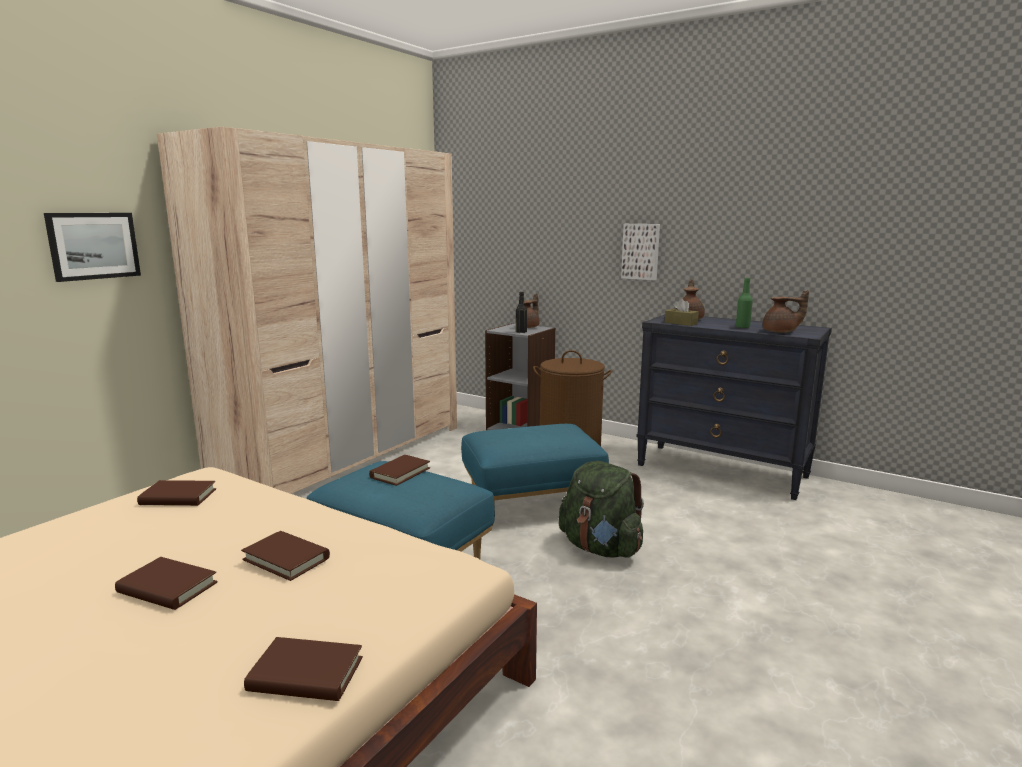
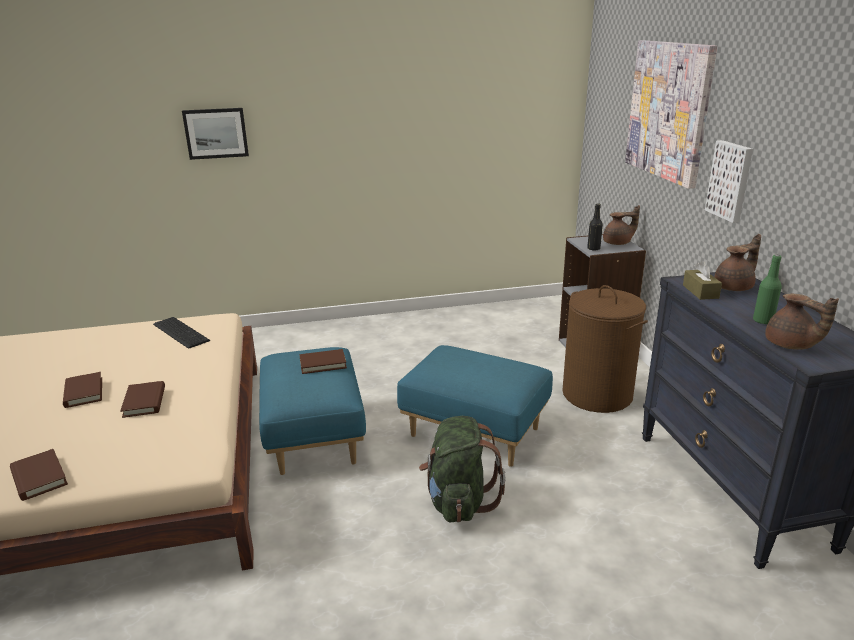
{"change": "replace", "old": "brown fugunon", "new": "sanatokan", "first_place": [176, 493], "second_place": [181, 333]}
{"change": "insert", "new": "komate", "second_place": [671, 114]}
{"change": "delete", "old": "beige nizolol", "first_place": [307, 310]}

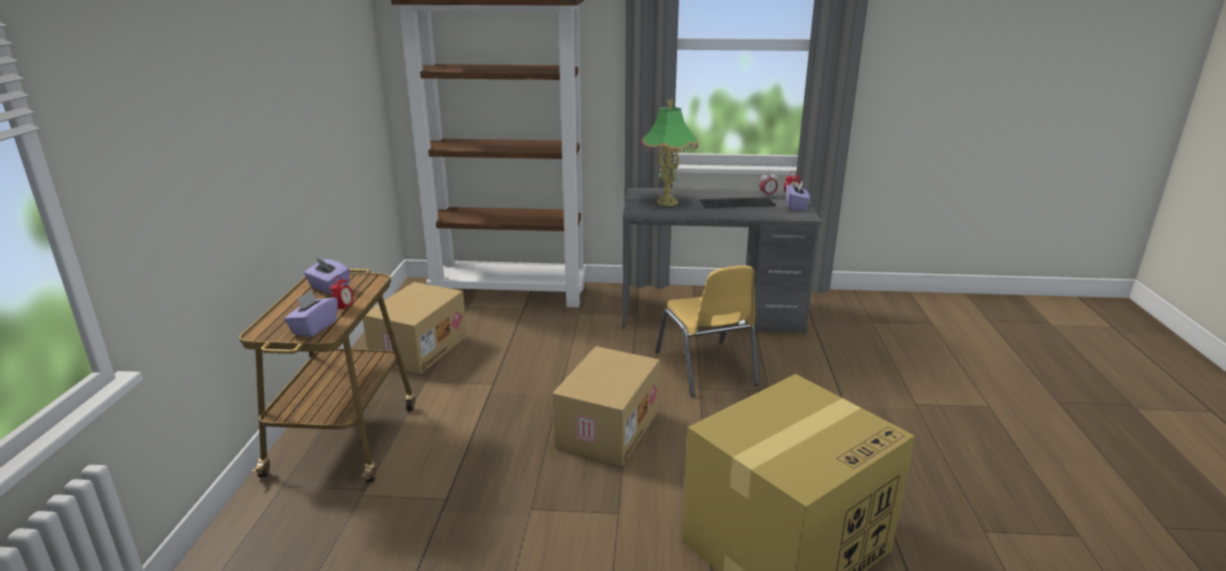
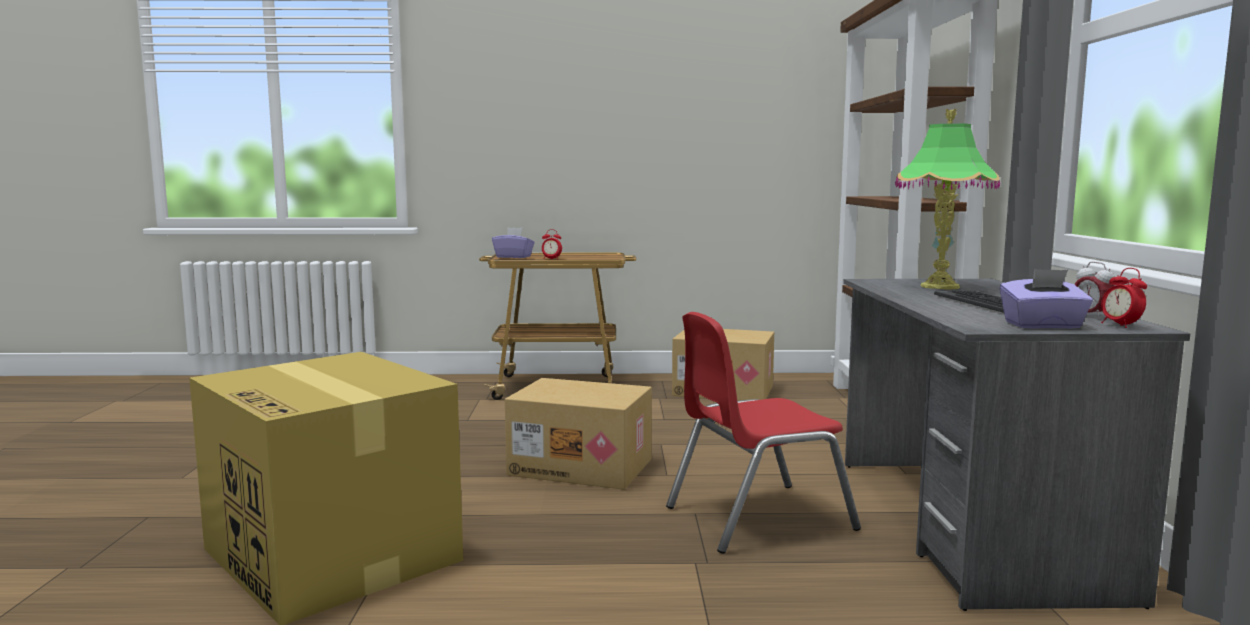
{"change": "recolor", "old": "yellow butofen", "new": "red butofen", "first_place": [707, 331], "second_place": [763, 433]}
{"change": "delete", "old": "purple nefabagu", "first_place": [327, 276]}

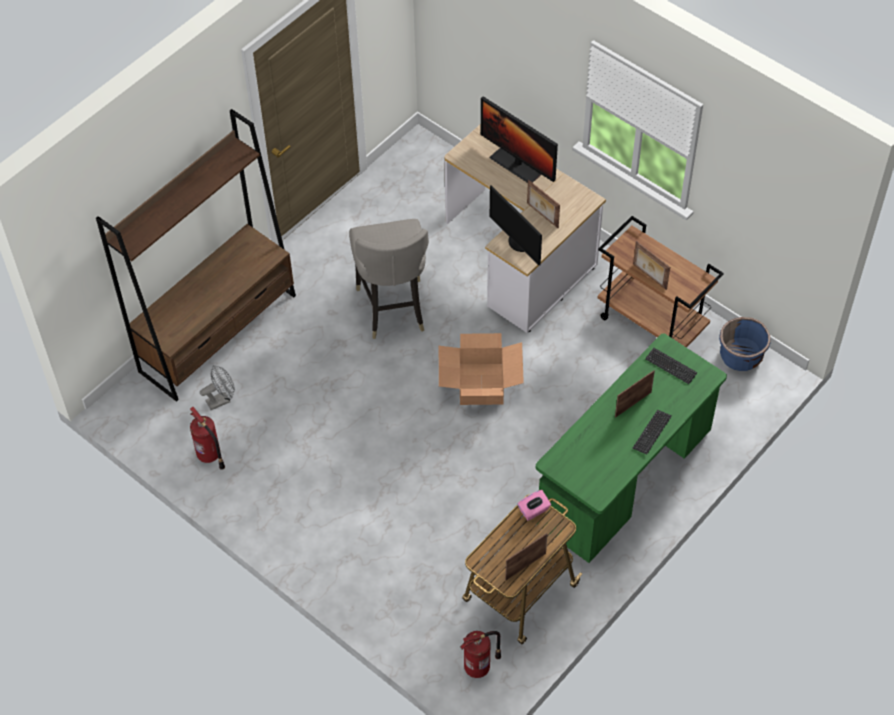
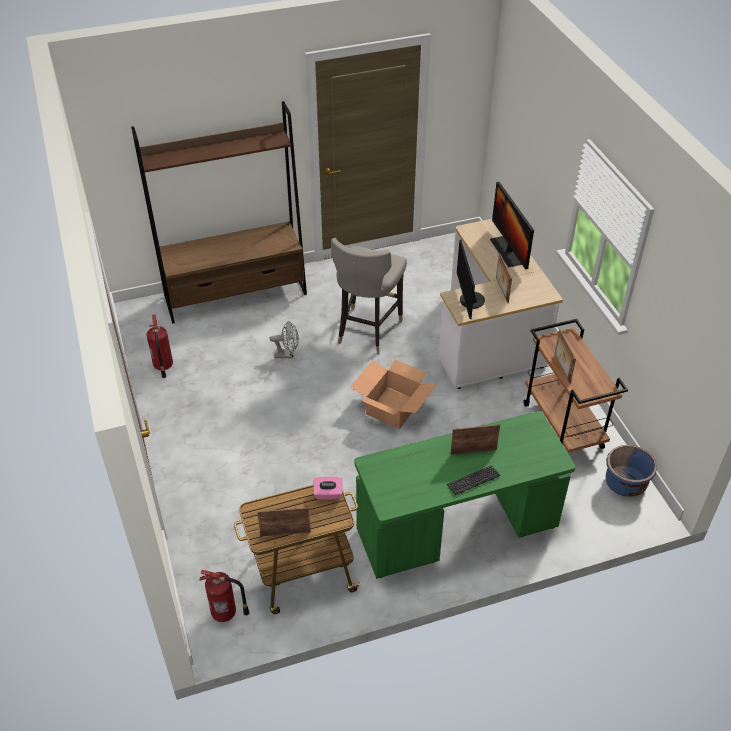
{"change": "move", "old": "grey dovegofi", "first_place": [217, 387], "second_place": [284, 340]}
{"change": "delete", "old": "sanatokan", "first_place": [671, 366]}

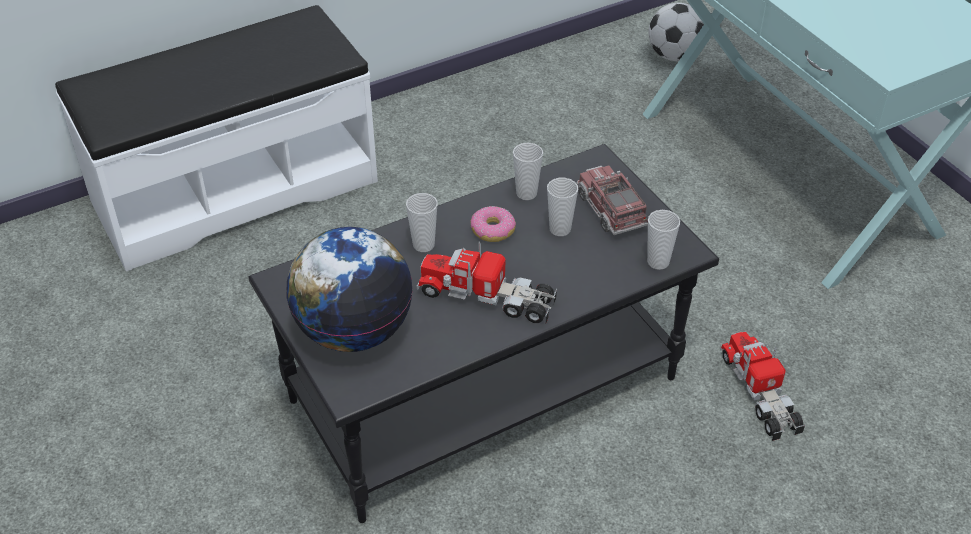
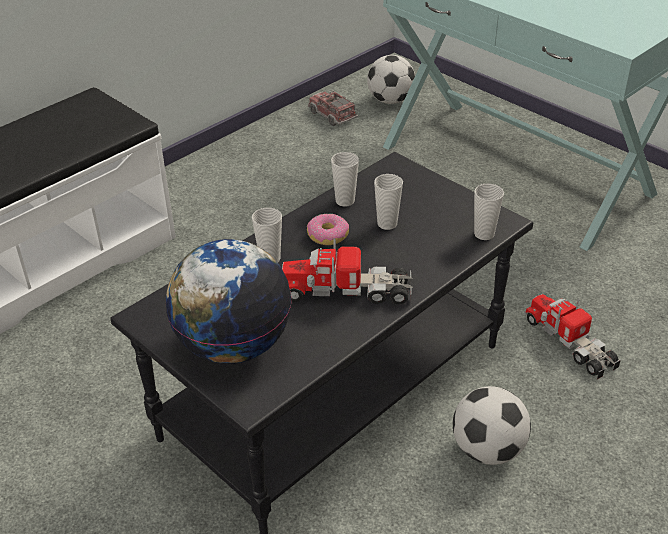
{"change": "move", "old": "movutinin", "first_place": [612, 200], "second_place": [333, 108]}
{"change": "insert", "new": "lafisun", "second_place": [492, 425]}

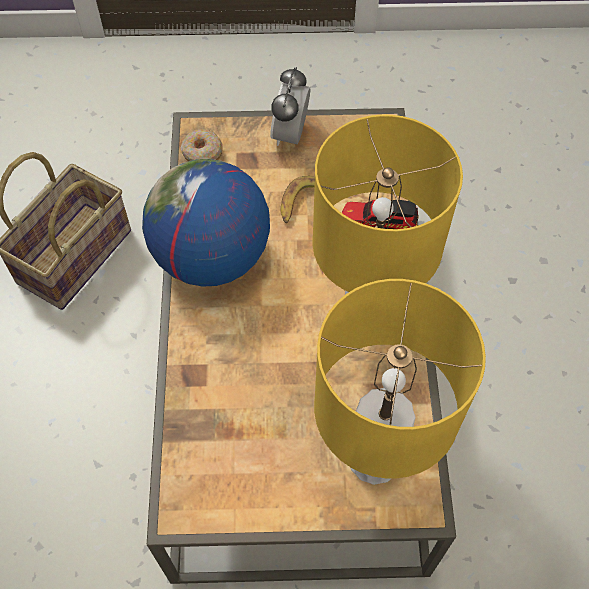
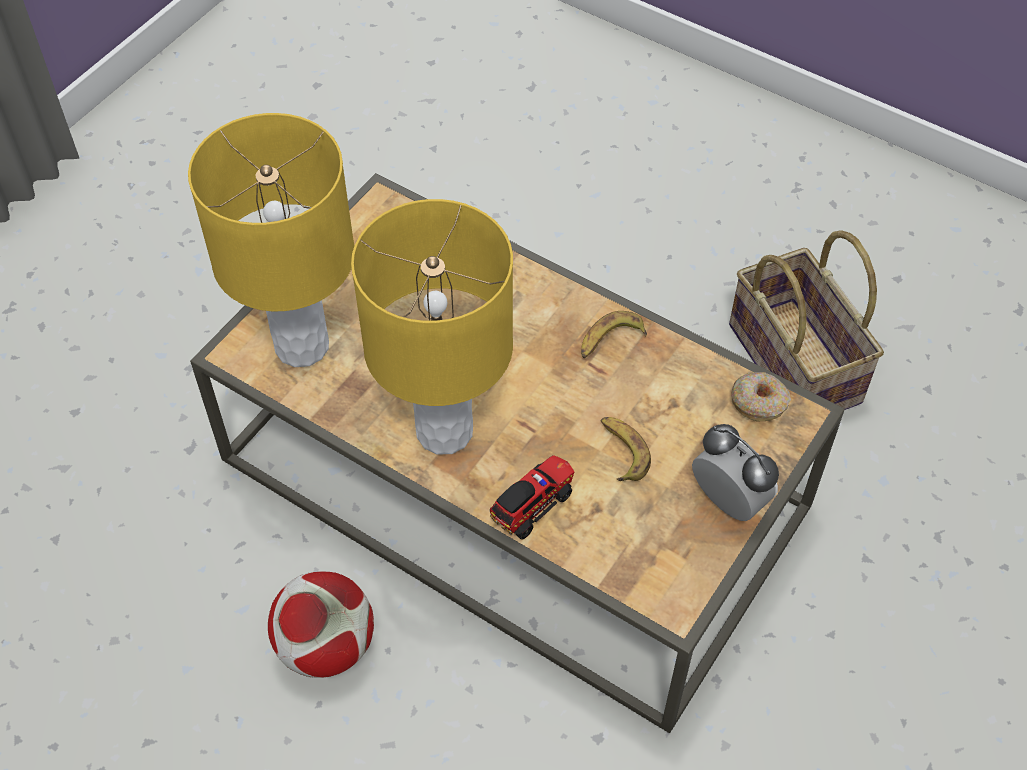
{"change": "insert", "new": "lafisun", "second_place": [321, 624]}
{"change": "replace", "old": "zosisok", "new": "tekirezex", "first_place": [206, 223], "second_place": [614, 334]}

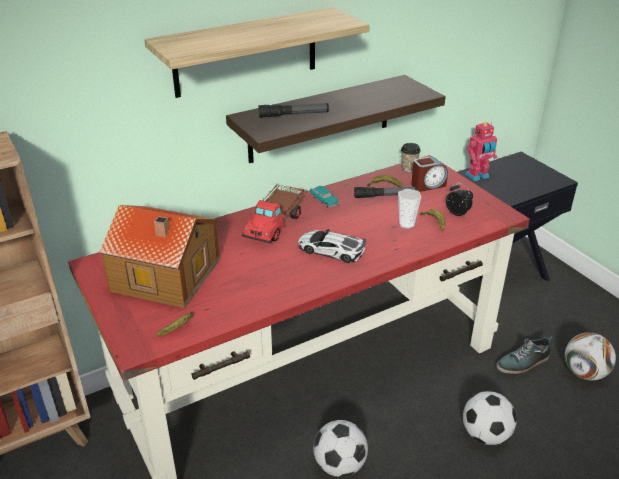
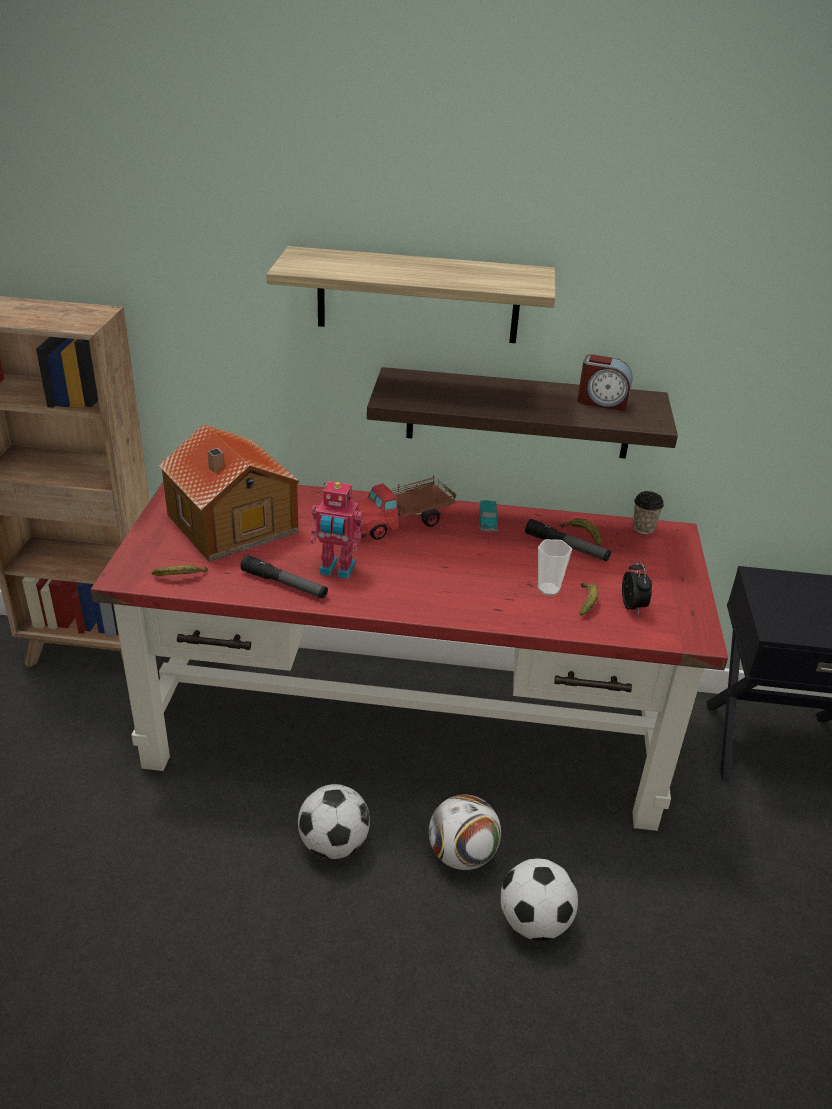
{"change": "move", "old": "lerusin", "first_place": [293, 110], "second_place": [284, 577]}
{"change": "move", "old": "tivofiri", "first_place": [481, 151], "second_place": [337, 530]}
{"change": "move", "old": "lafisun", "first_place": [590, 356], "second_place": [465, 832]}
{"change": "move", "old": "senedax", "first_place": [429, 174], "second_place": [605, 382]}
{"change": "delete", "old": "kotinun", "first_place": [332, 246]}
{"change": "delete", "old": "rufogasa", "first_place": [524, 355]}

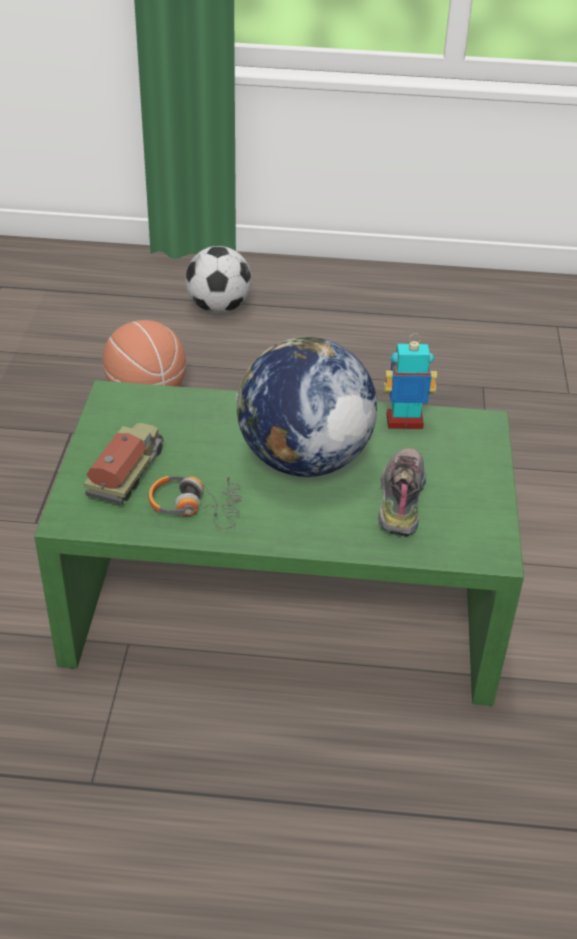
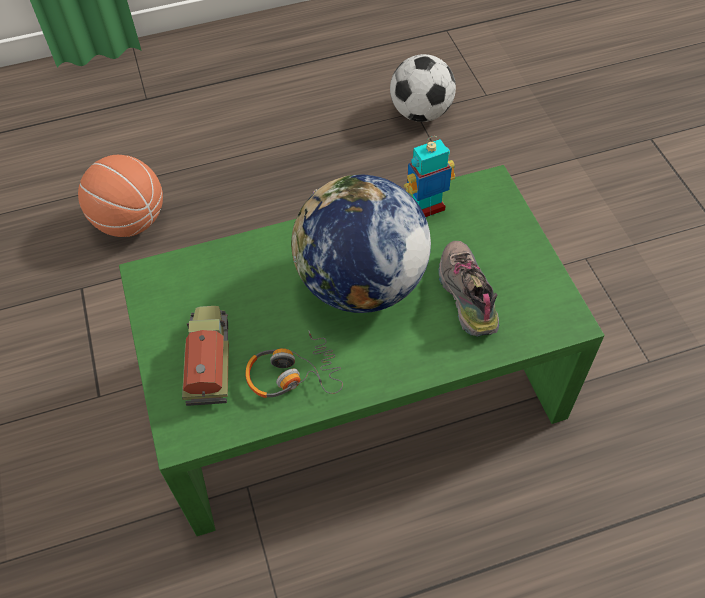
{"change": "move", "old": "lafisun", "first_place": [218, 279], "second_place": [423, 88]}

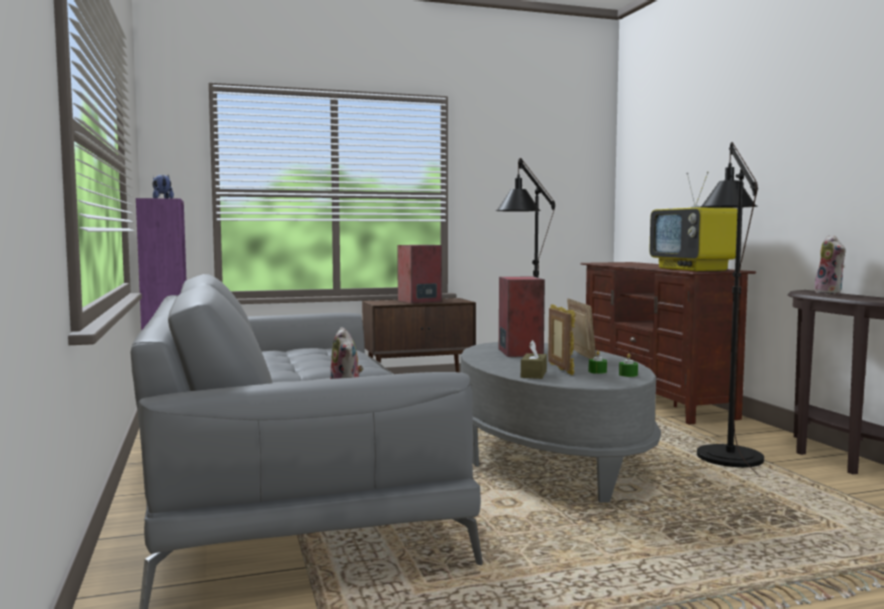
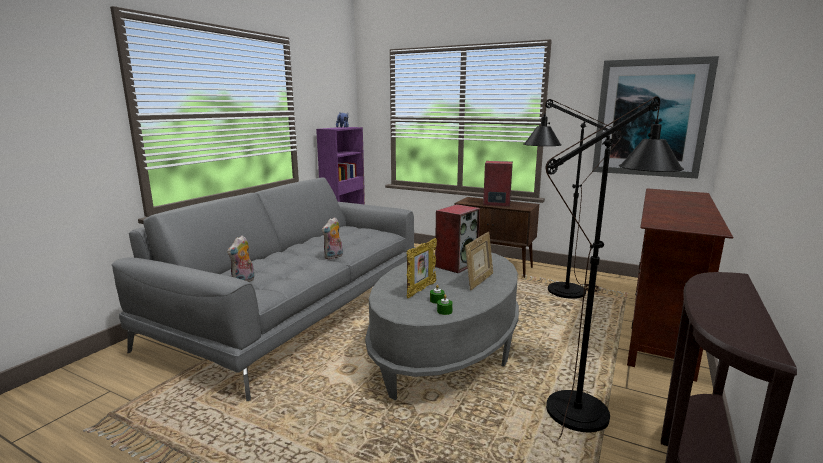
{"change": "move", "old": "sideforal", "first_place": [829, 264], "second_place": [332, 238]}
{"change": "insert", "new": "komate", "second_place": [655, 117]}
{"change": "delete", "old": "brown nefabagu", "first_place": [534, 359]}
{"change": "delete", "old": "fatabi", "first_place": [693, 221]}

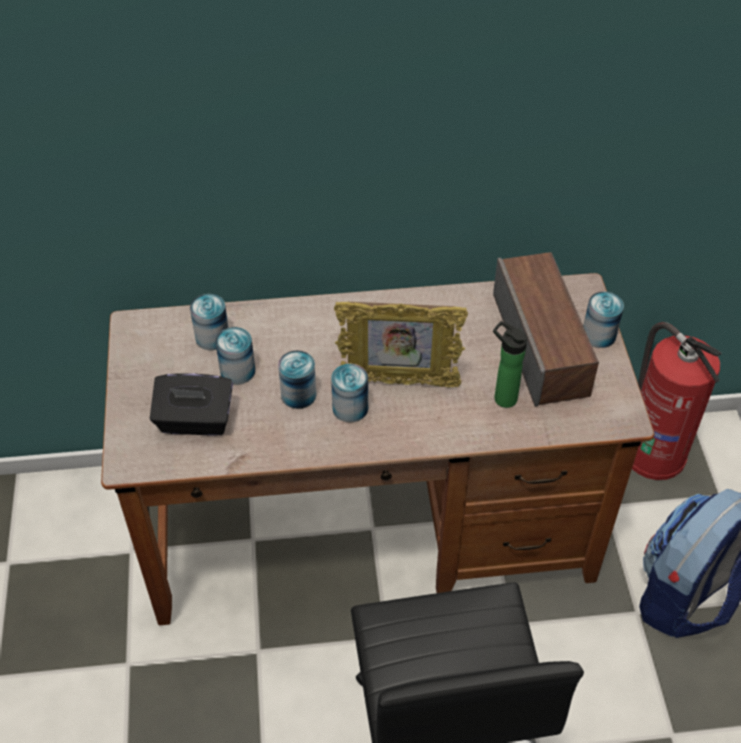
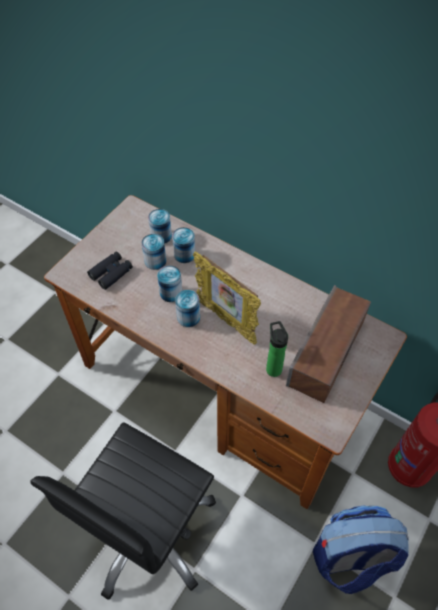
{"change": "replace", "old": "black nefabagu", "new": "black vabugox", "first_place": [191, 404], "second_place": [110, 271]}
{"change": "move", "old": "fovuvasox", "first_place": [603, 320], "second_place": [183, 245]}

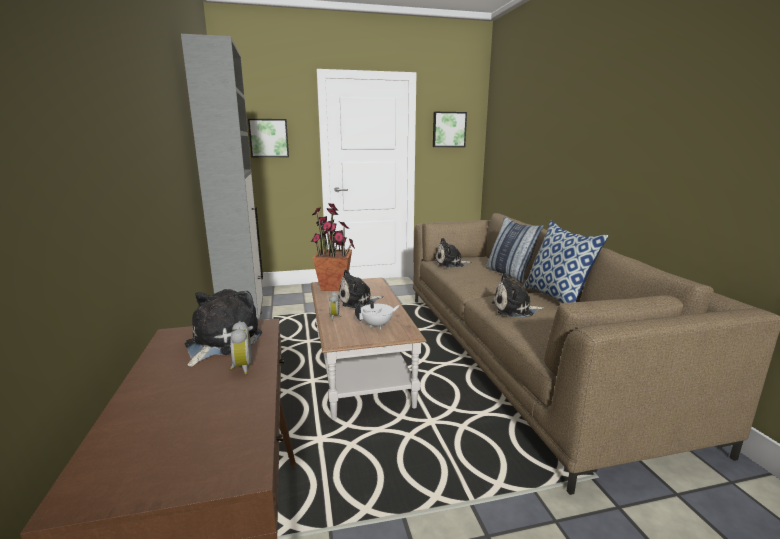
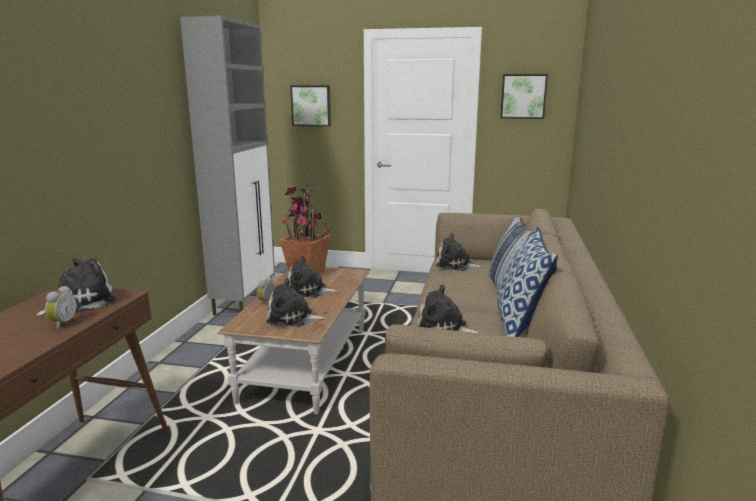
{"change": "replace", "old": "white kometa", "new": "sideforal", "first_place": [377, 315], "second_place": [296, 302]}

